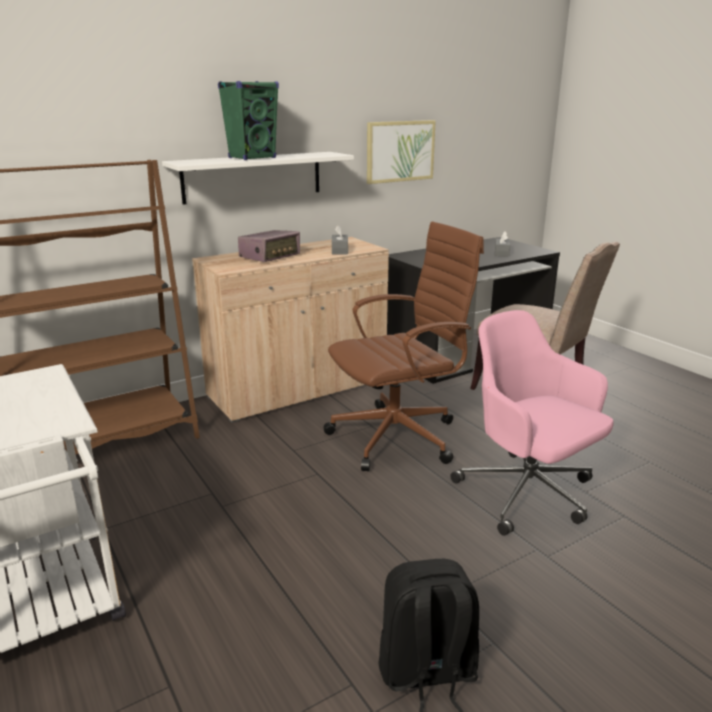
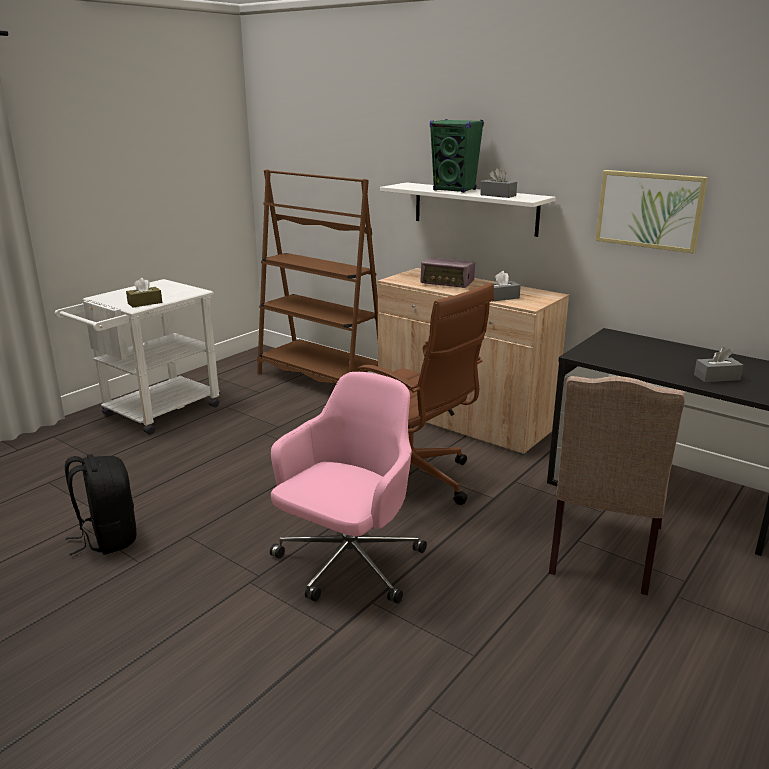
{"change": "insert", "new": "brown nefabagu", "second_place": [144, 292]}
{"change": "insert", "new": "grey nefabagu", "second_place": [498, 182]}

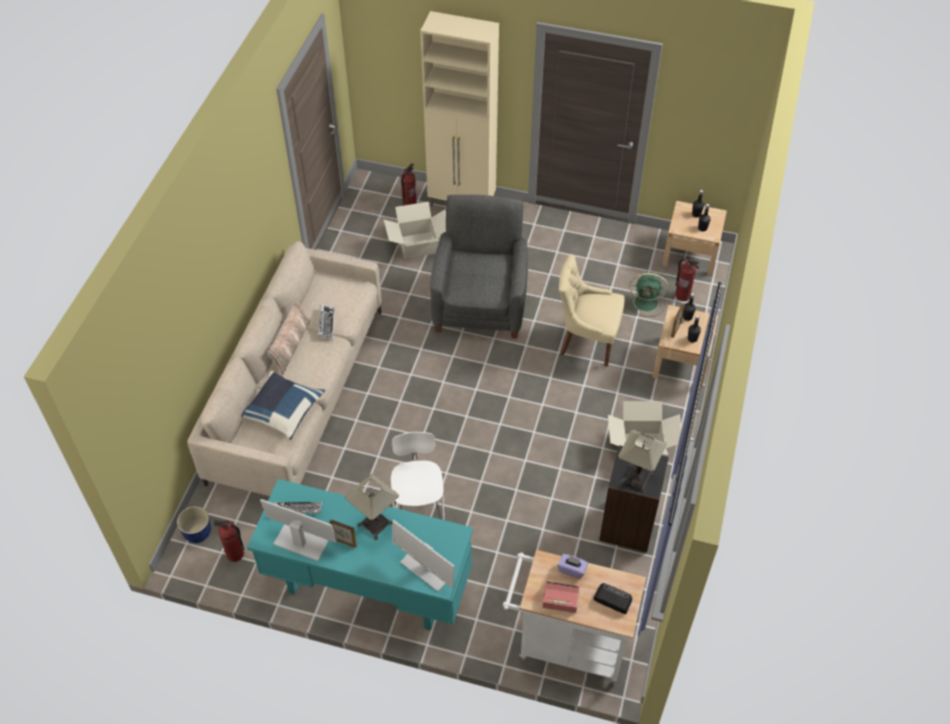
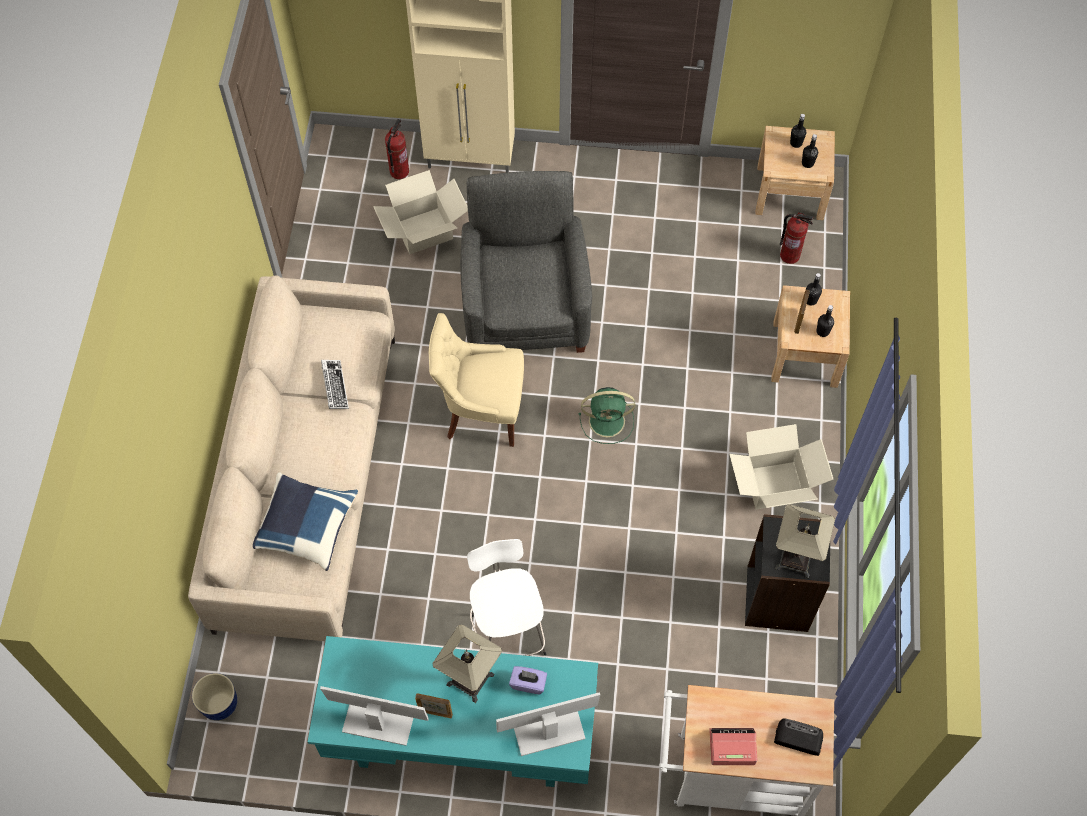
{"change": "move", "old": "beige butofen", "first_place": [592, 310], "second_place": [476, 380]}
{"change": "rotate", "old": "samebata", "first_place": [423, 555], "second_place": [548, 724], "degrees": 135}
{"change": "move", "old": "purple nefabagu", "first_place": [573, 566], "second_place": [528, 680]}
{"change": "move", "old": "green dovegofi", "first_place": [647, 295], "second_place": [607, 415]}
{"change": "delete", "old": "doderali", "first_place": [228, 541]}
{"change": "delete", "old": "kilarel", "first_place": [289, 337]}
{"change": "delete", "old": "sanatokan", "first_place": [298, 508]}

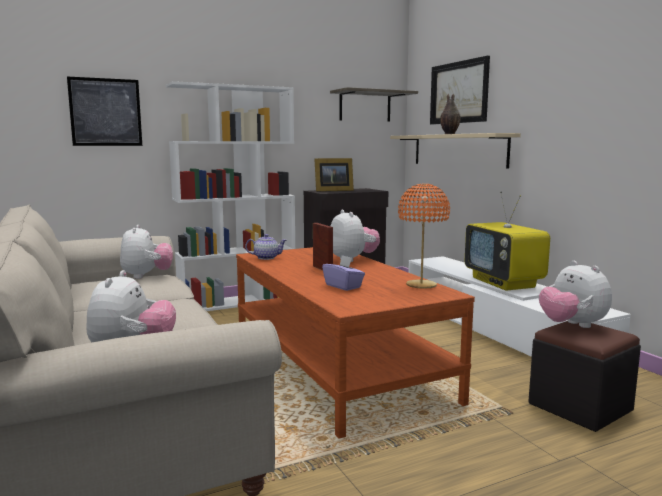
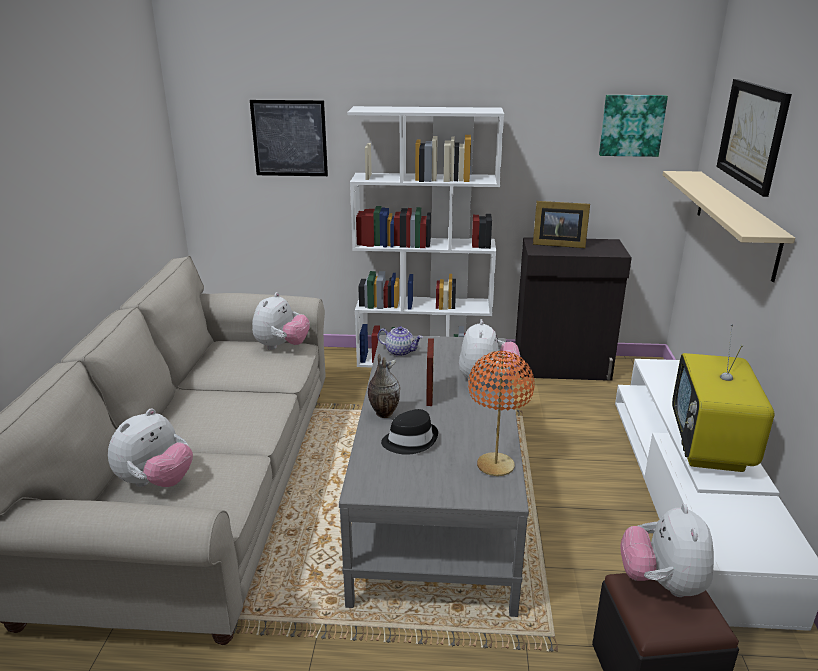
{"change": "recolor", "old": "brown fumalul", "new": "grey fumalul", "first_place": [355, 343], "second_place": [434, 476]}
{"change": "move", "old": "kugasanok", "first_place": [450, 113], "second_place": [384, 386]}
{"change": "replace", "old": "purple nefabagu", "new": "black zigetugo", "first_place": [343, 273], "second_place": [409, 432]}
{"change": "replace", "old": "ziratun", "new": "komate", "first_place": [374, 104], "second_place": [633, 126]}

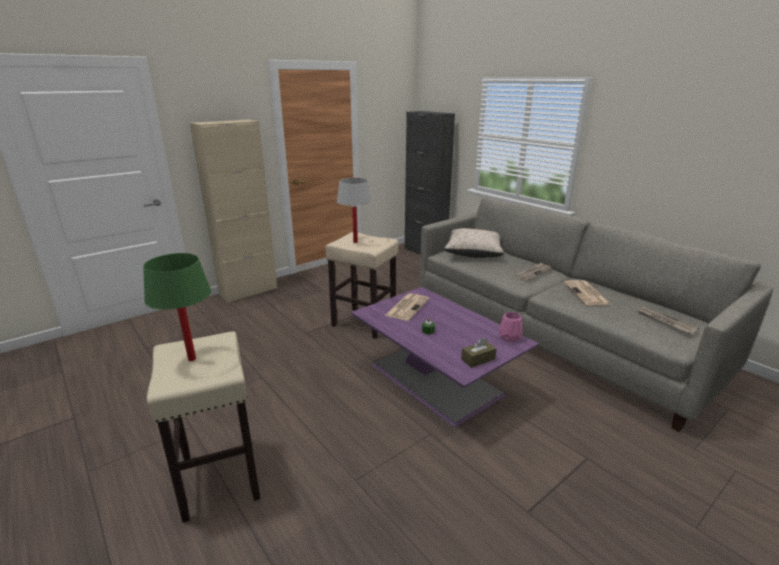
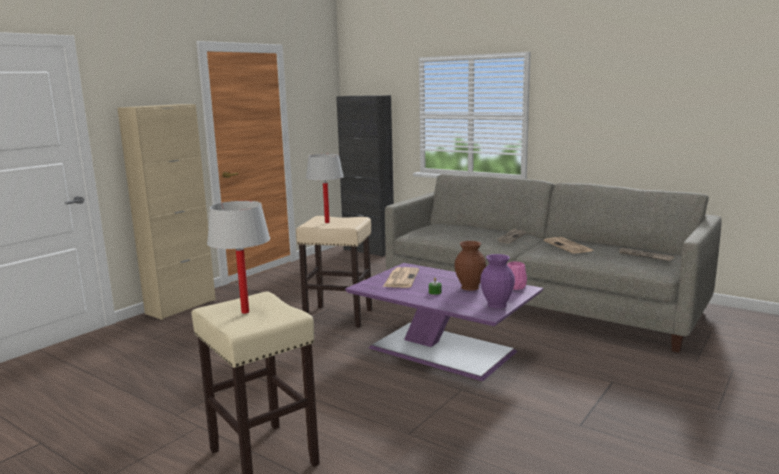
{"change": "recolor", "old": "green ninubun", "new": "white ninubun", "first_place": [177, 307], "second_place": [238, 257]}
{"change": "insert", "new": "brown kugasanok", "second_place": [470, 266]}
{"change": "replace", "old": "brown nefabagu", "new": "purple kugasanok", "first_place": [479, 352], "second_place": [497, 281]}
{"change": "delete", "old": "beige kilarel", "first_place": [474, 243]}

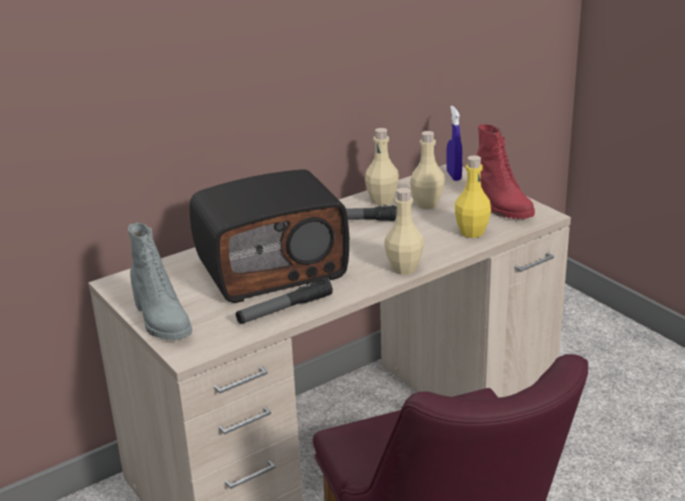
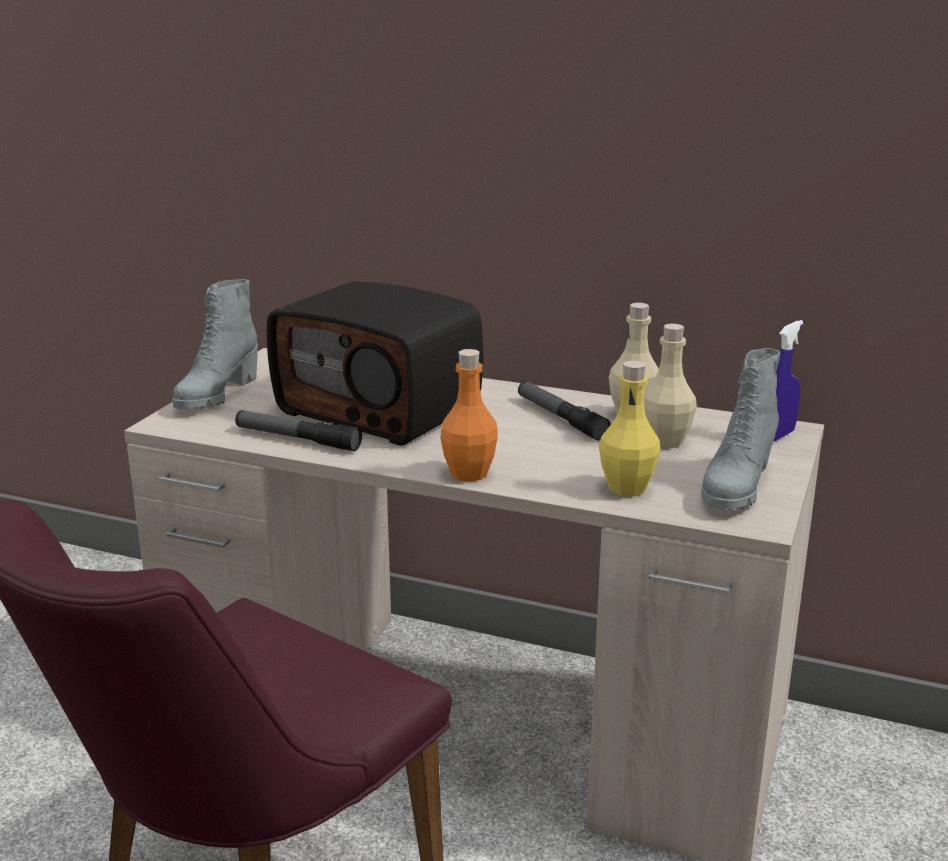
{"change": "recolor", "old": "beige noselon", "new": "orange noselon", "first_place": [404, 231], "second_place": [469, 415]}
{"change": "recolor", "old": "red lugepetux", "new": "grey lugepetux", "first_place": [506, 171], "second_place": [740, 429]}

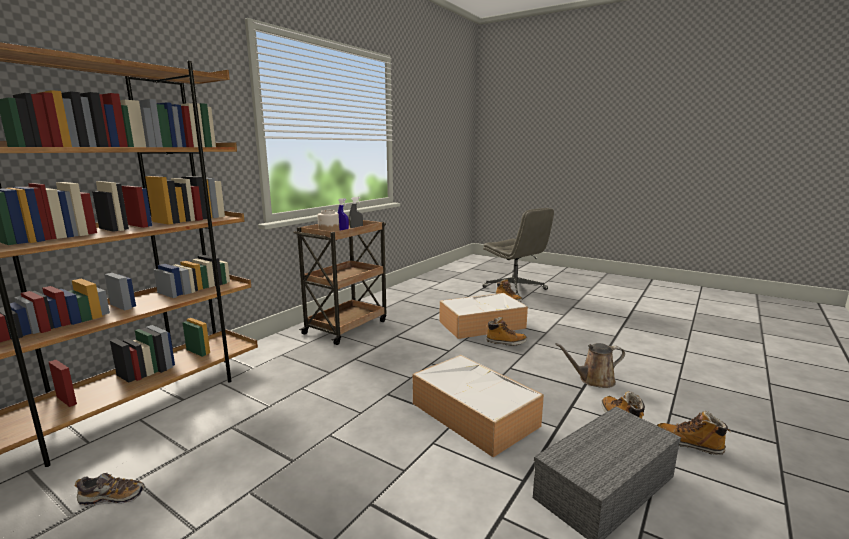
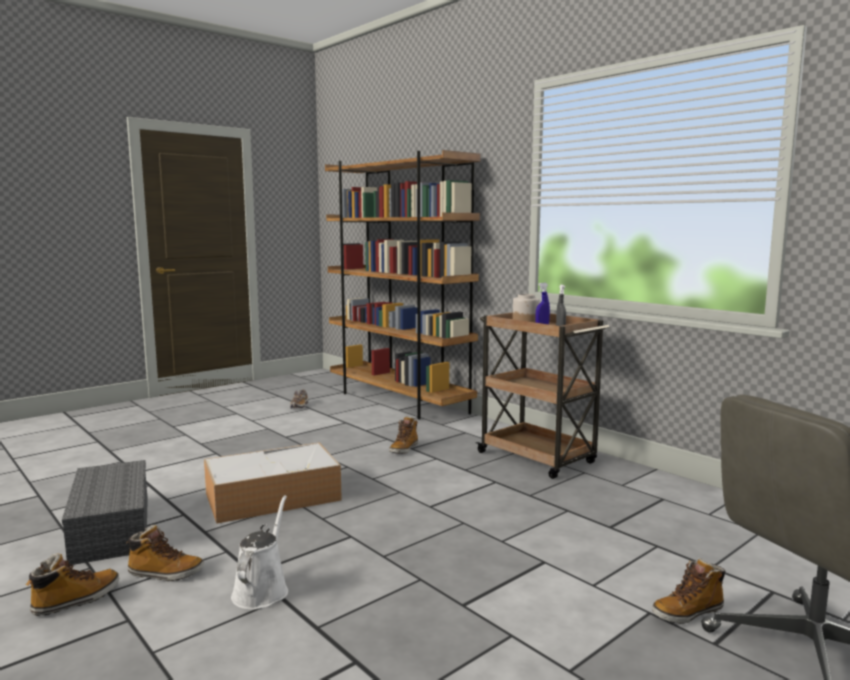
{"change": "recolor", "old": "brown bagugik", "new": "white bagugik", "first_place": [590, 365], "second_place": [259, 552]}
{"change": "move", "old": "lugepetux", "first_place": [506, 331], "second_place": [403, 435]}
{"change": "delete", "old": "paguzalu", "first_place": [484, 316]}

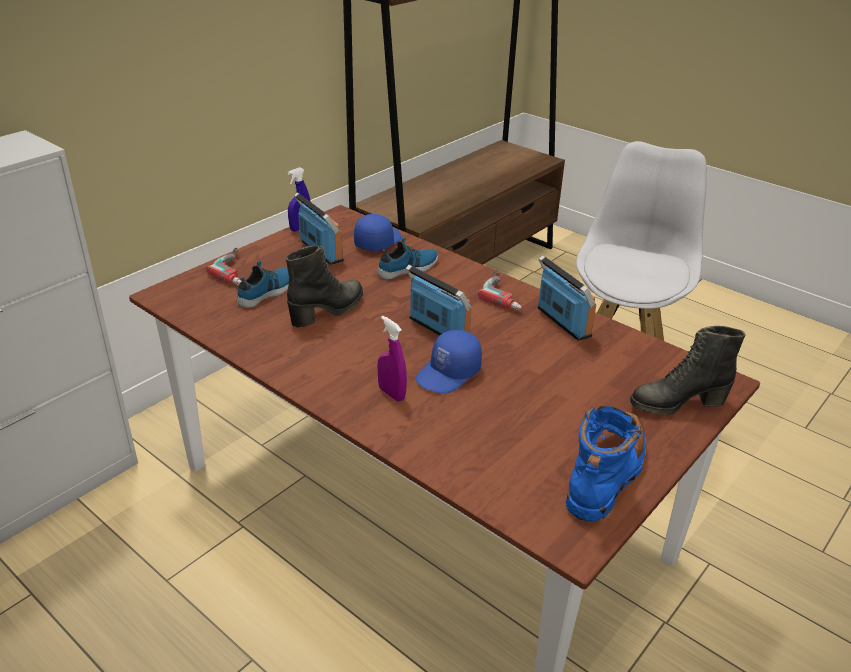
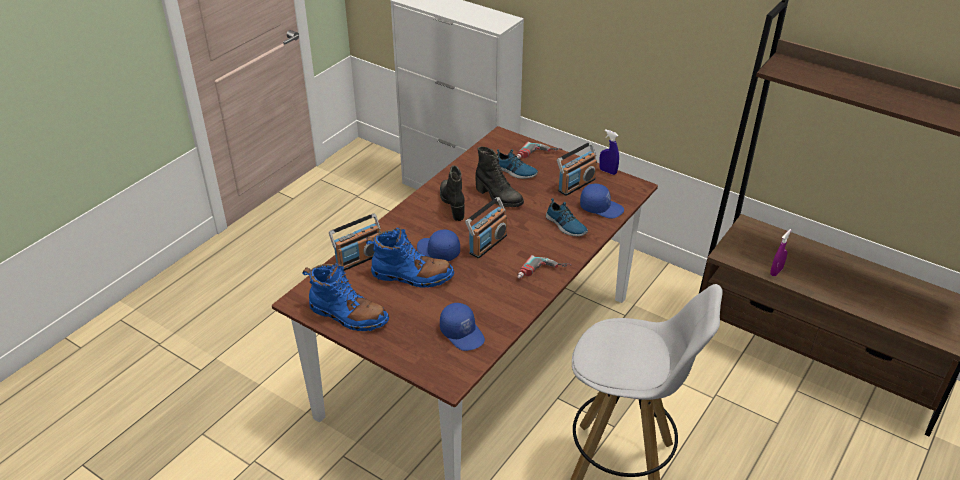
{"change": "move", "old": "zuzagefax", "first_place": [567, 298], "second_place": [355, 242]}
{"change": "insert", "new": "blue lugepetux", "second_place": [410, 257]}
{"change": "move", "old": "black lugepetux", "first_place": [688, 370], "second_place": [452, 193]}
{"change": "insert", "new": "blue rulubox", "second_place": [462, 327]}
{"change": "move", "old": "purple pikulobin", "first_place": [392, 359], "second_place": [781, 252]}

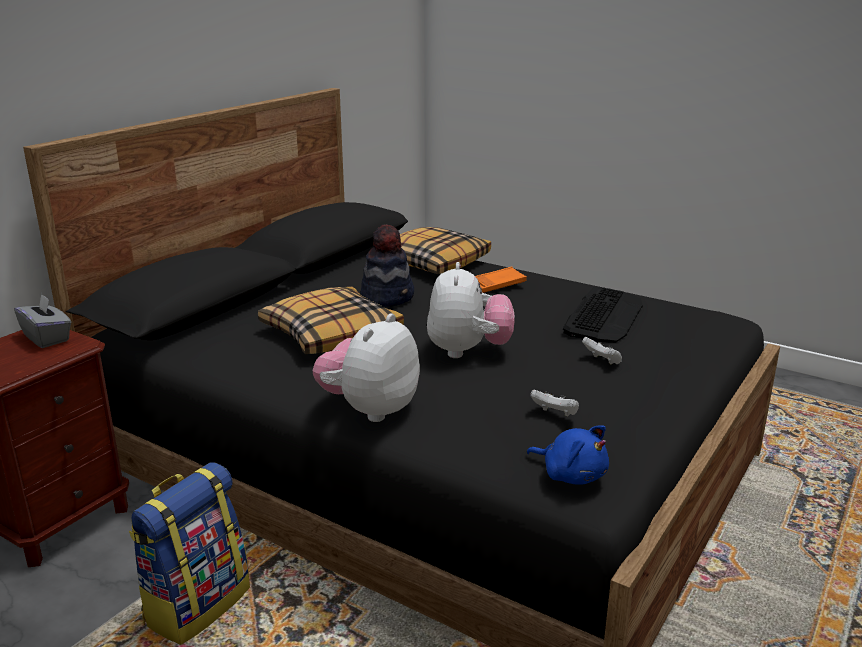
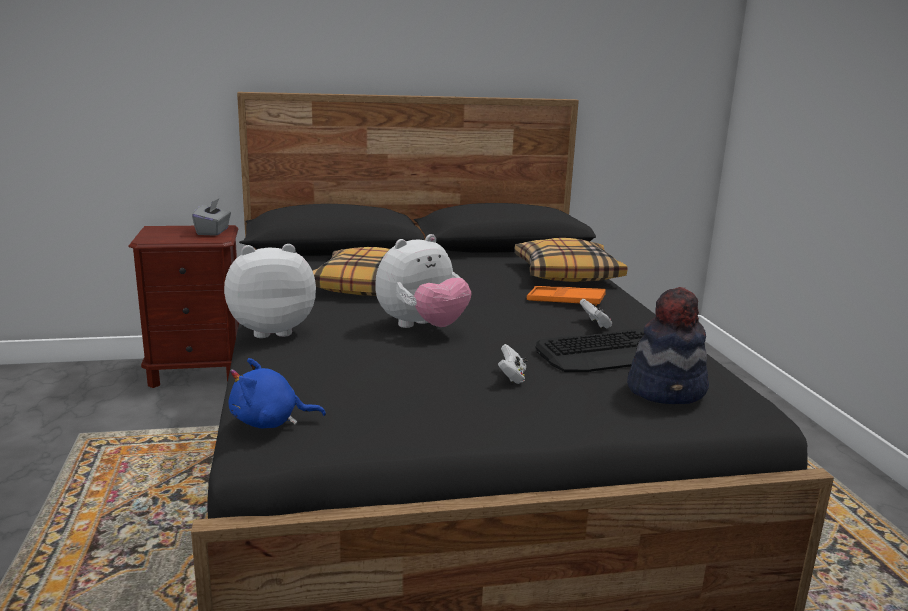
{"change": "rotate", "old": "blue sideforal", "first_place": [568, 455], "second_place": [277, 393], "degrees": 90}
{"change": "move", "old": "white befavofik", "first_place": [554, 403], "second_place": [596, 313]}
{"change": "move", "old": "zigetugo", "first_place": [387, 265], "second_place": [668, 345]}
{"change": "delete", "old": "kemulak", "first_place": [189, 553]}

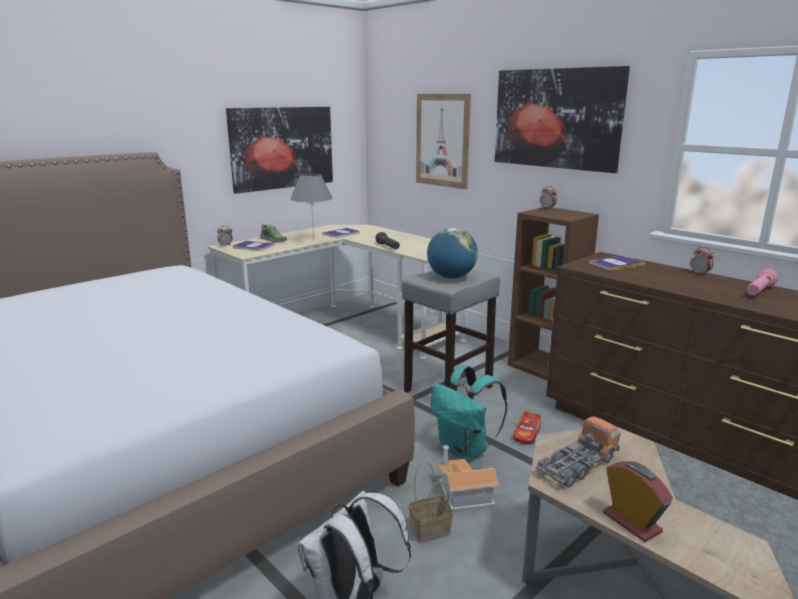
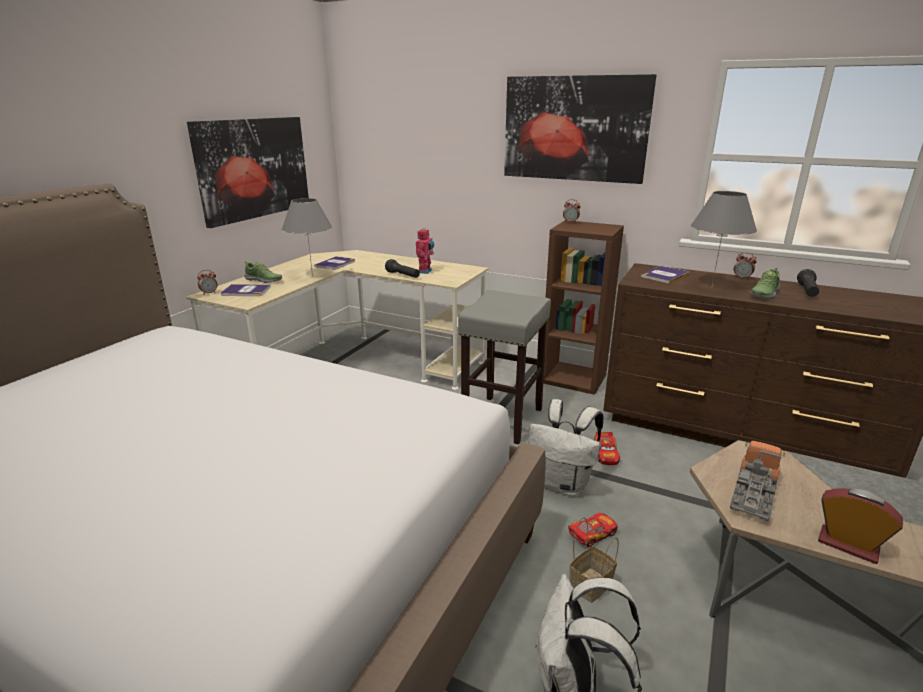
{"change": "insert", "new": "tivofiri", "second_place": [425, 251]}
{"change": "recolor", "old": "turquoise kemulak", "new": "white kemulak", "first_place": [469, 412], "second_place": [566, 447]}
{"change": "replace", "old": "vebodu", "new": "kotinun", "first_place": [468, 477], "second_place": [593, 530]}
{"change": "insert", "new": "grey ninubun", "second_place": [724, 238]}
{"change": "insert", "new": "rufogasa", "second_place": [765, 283]}
{"change": "recolor", "old": "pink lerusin", "new": "black lerusin", "first_place": [762, 282], "second_place": [808, 283]}
{"change": "delete", "old": "komate", "first_place": [443, 141]}
{"change": "delete", "old": "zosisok", "first_place": [452, 253]}

